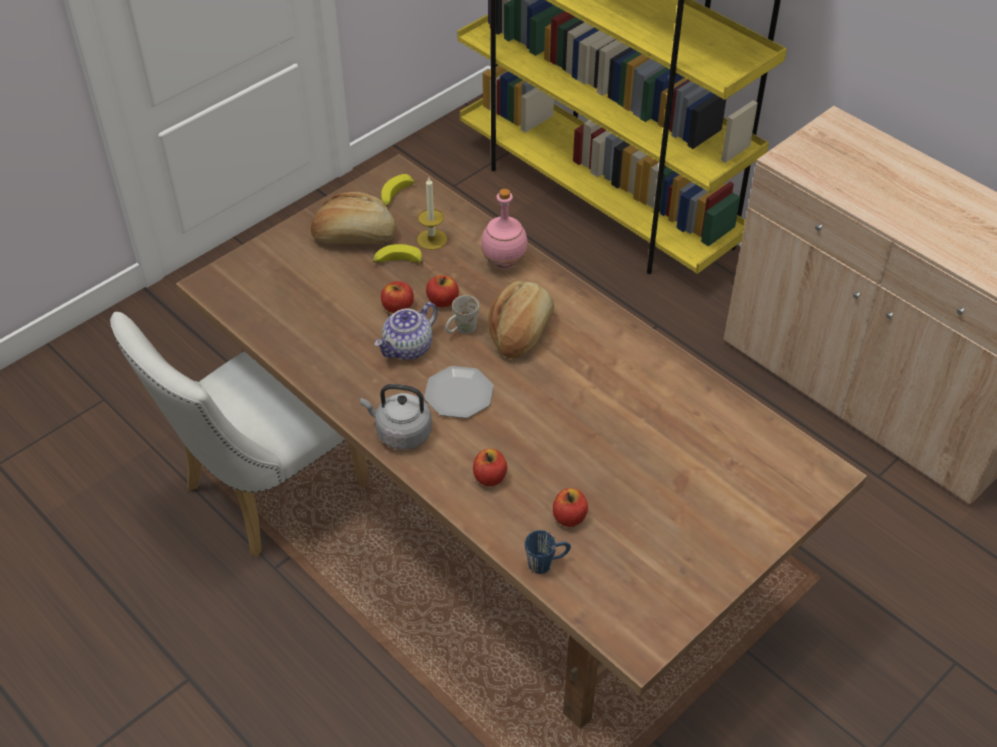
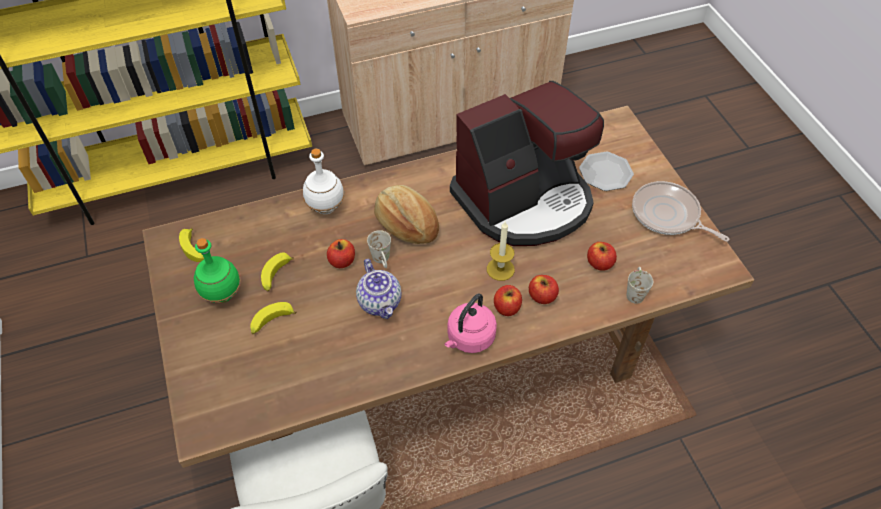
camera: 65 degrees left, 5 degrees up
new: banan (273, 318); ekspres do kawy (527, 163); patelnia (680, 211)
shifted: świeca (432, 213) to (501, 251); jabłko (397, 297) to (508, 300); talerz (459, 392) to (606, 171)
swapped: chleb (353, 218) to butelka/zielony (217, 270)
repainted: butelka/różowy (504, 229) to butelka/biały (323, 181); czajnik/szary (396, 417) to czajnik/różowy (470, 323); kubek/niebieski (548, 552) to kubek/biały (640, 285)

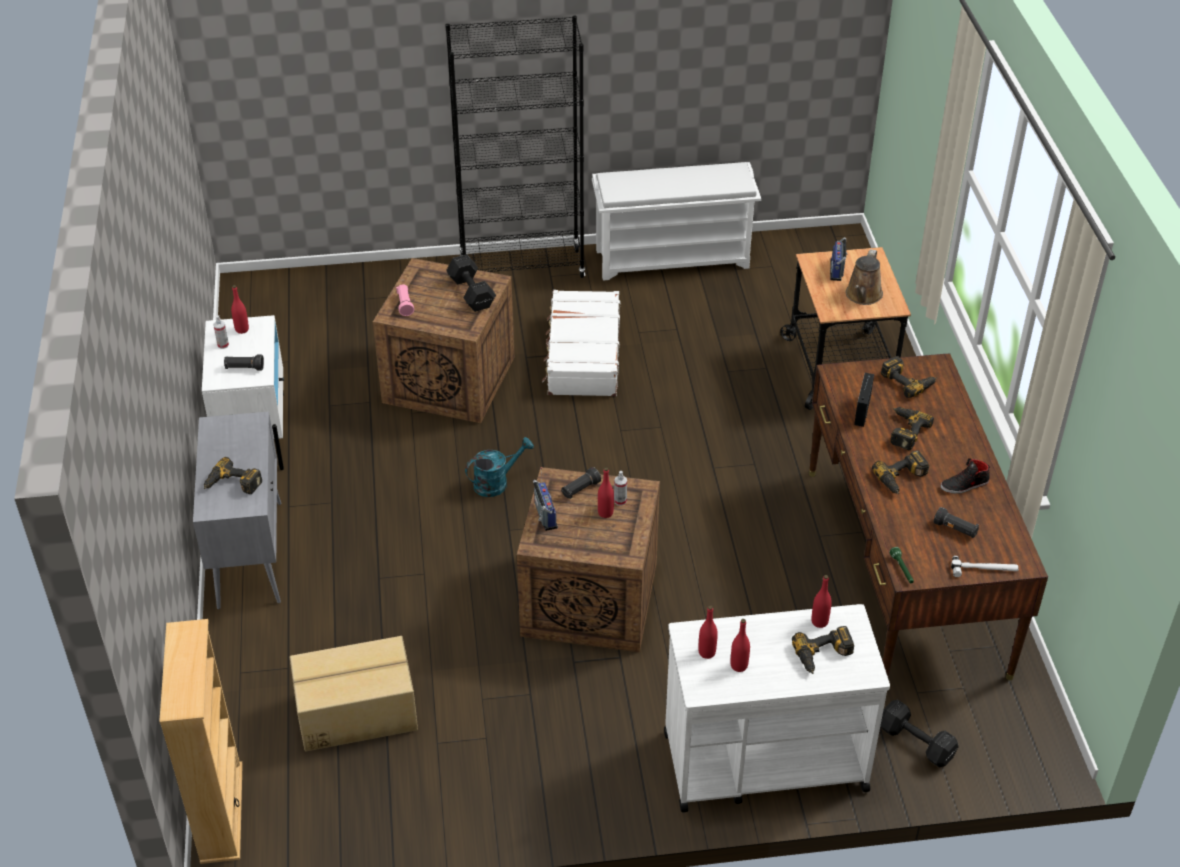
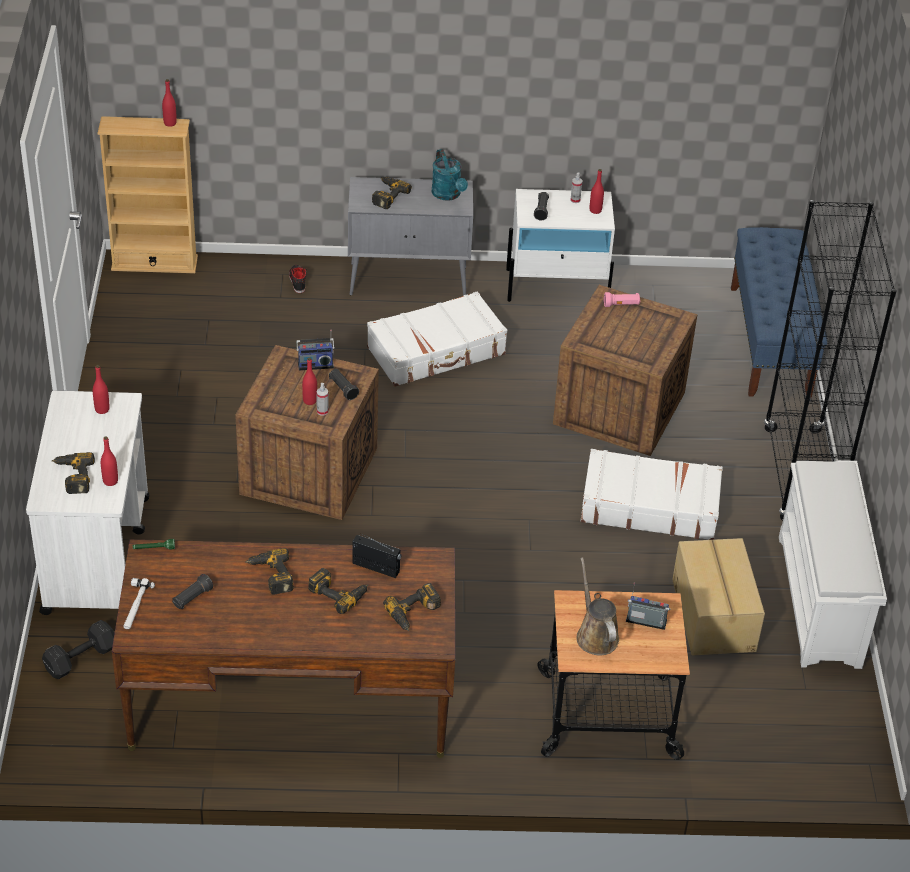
camera: 95 degrees right, 0 degrees up
gone: hantel/czarny (471, 283)
new: walizka/biały (437, 339); ławka/niebieski (779, 312)
shifted: butelka/czerwony (740, 645) to (169, 103); but/czarny (965, 476) to (298, 279); konewka/turkusowy (499, 467) to (450, 175); karton (354, 693) to (718, 597)
rotated: konewka/brązowy (864, 277) = (598, 606) 45 degrees clockwise

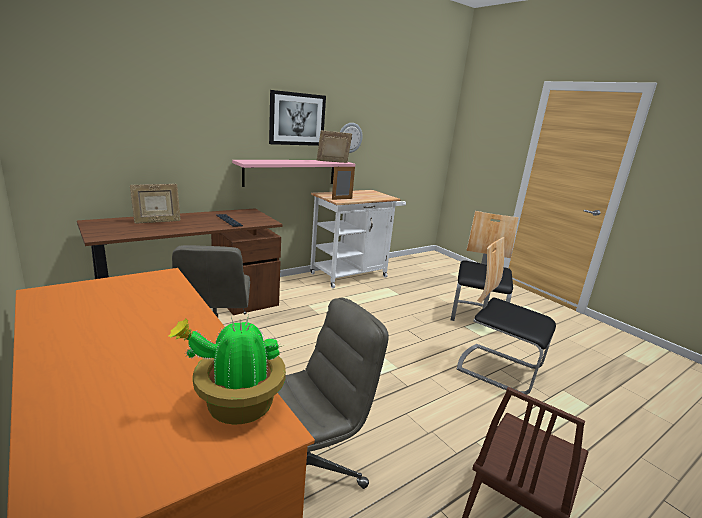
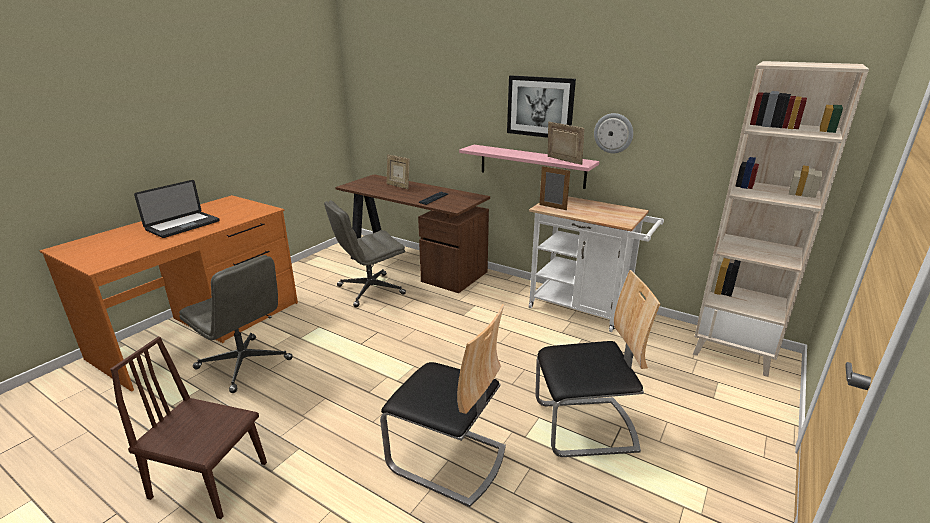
camera: 70 degrees right, 5 degrees up
gone: roślina doniczkowa (227, 370)
new: laptop (177, 209); regał/beżowy (781, 219)
rotated: krzesło (506, 316) = (443, 405) 105 degrees clockwise

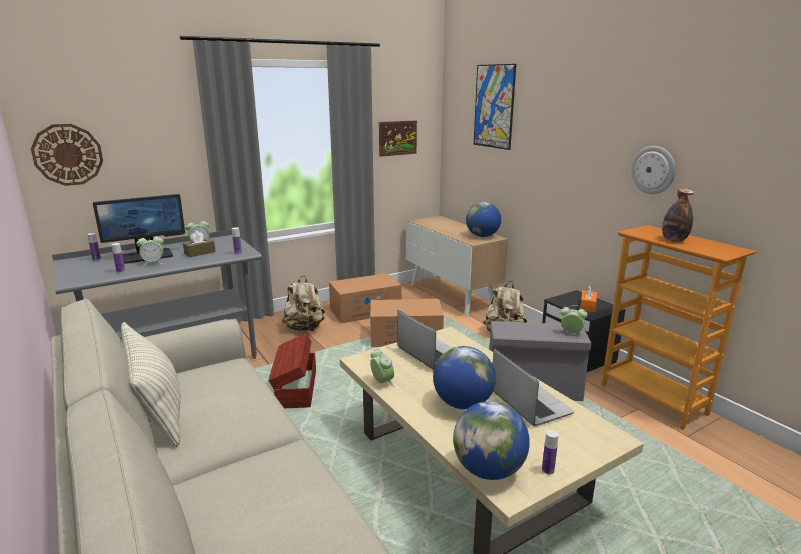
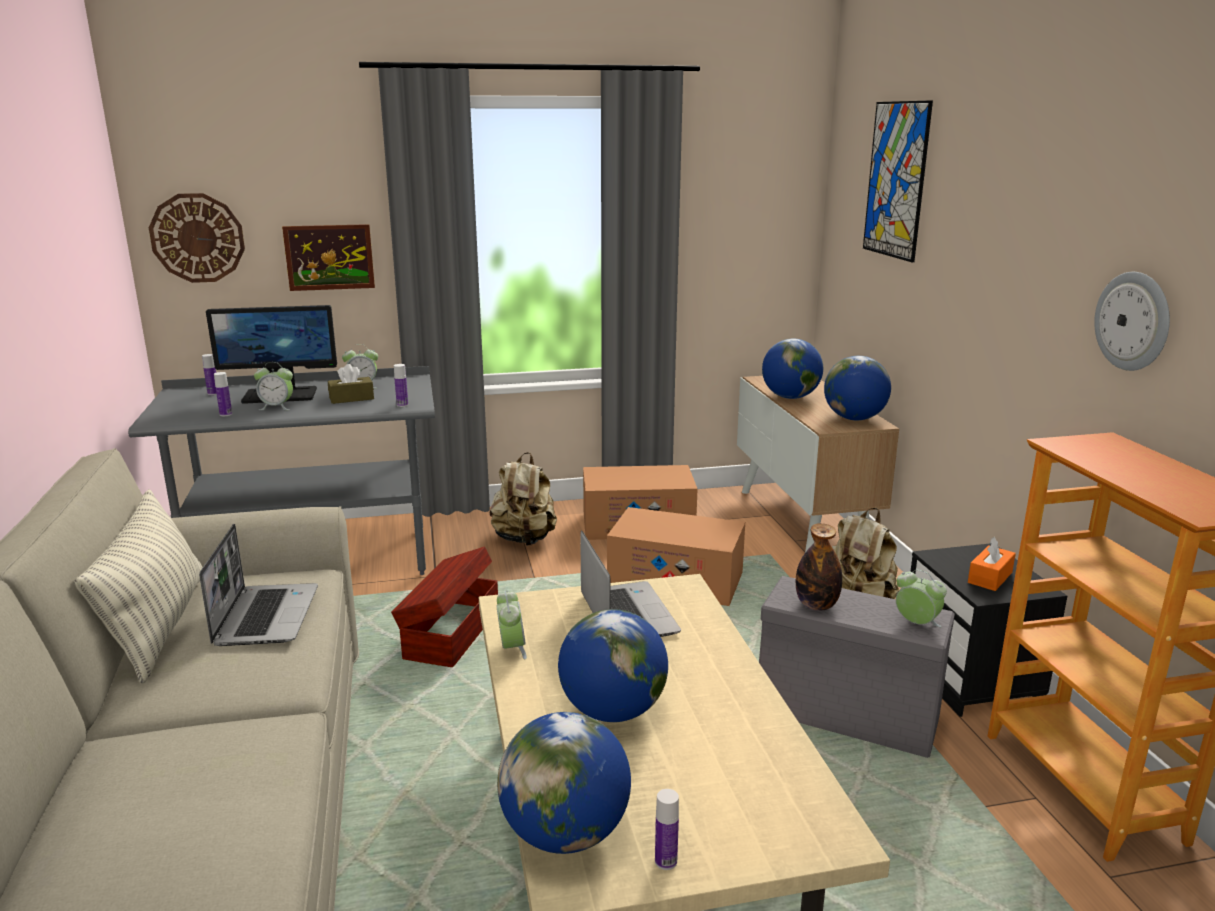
camera: 20 degrees right, 0 degrees up
new: globus (792, 369)
shifted: laptop (533, 387) to (258, 585); obraz (398, 138) to (328, 257); butelka (678, 215) to (819, 567)

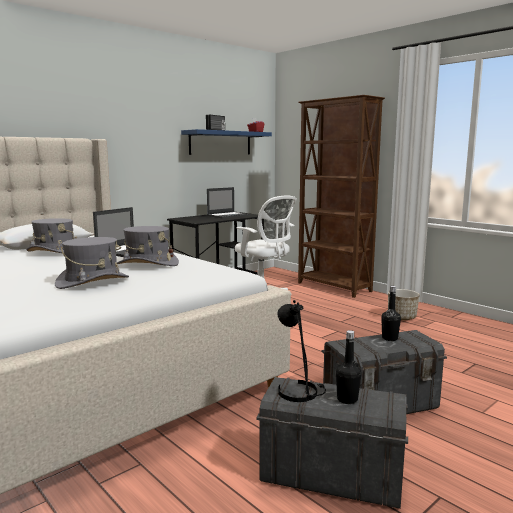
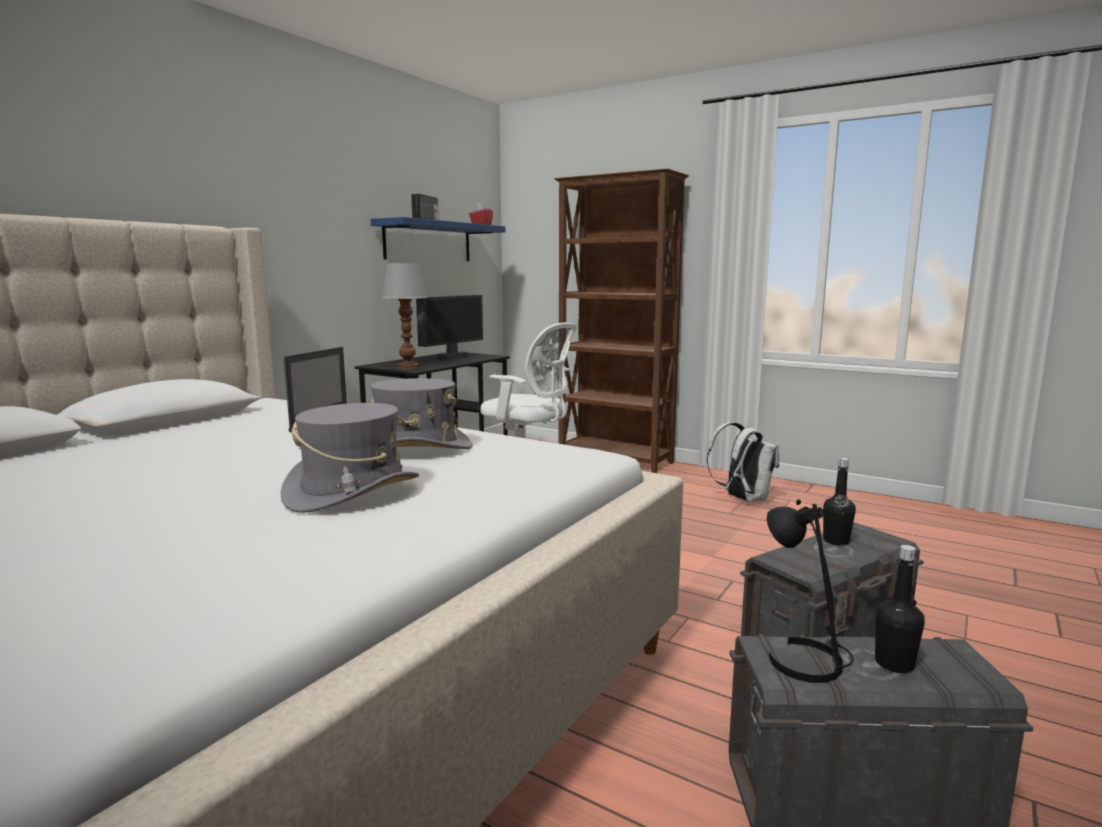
camera: 15 degrees left, 0 degrees up
gone: kapelusz/szary (51, 235)
new: lampa stołowa (405, 316)
swapped: laptop (228, 203) to monitor (449, 327); donica (404, 304) to plecak/biały (743, 462)

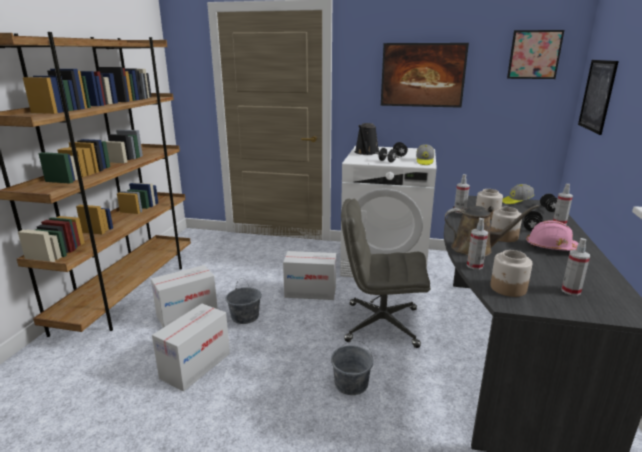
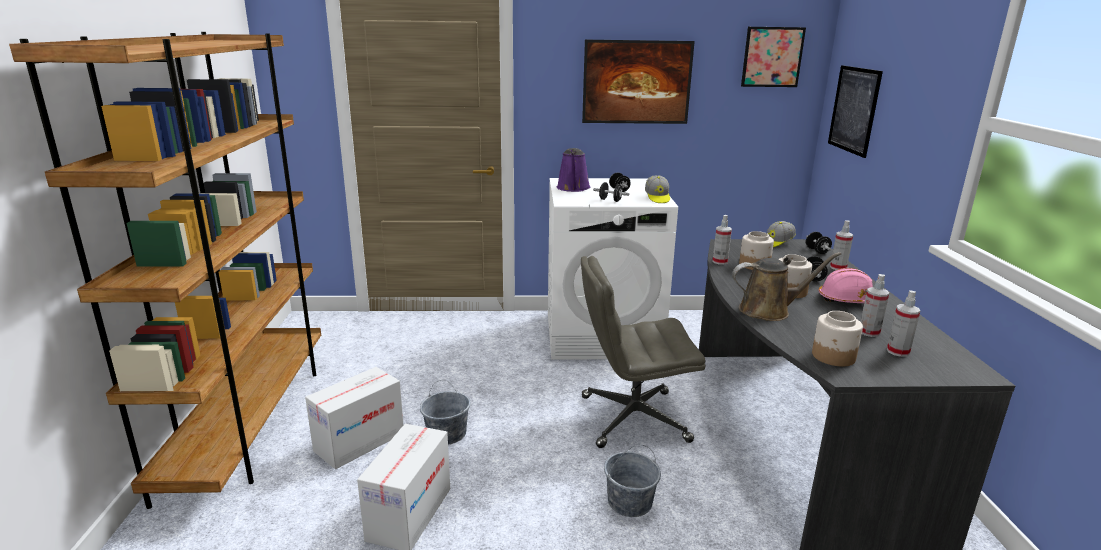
camera: 15 degrees left, 0 degrees up
gone: karton (309, 275)
shifted: spryskiwacz (477, 244) to (875, 305)
repainted: konewka/czarny (367, 139) to konewka/fioletowy (573, 170)

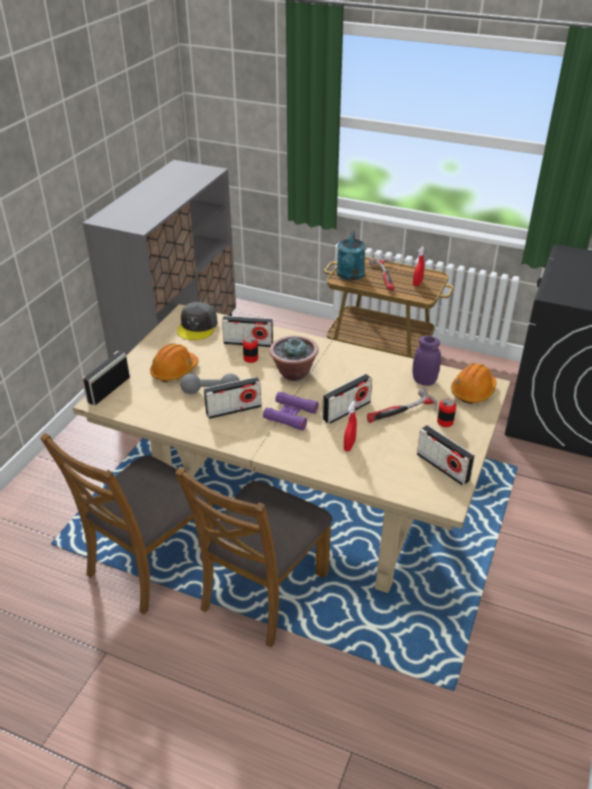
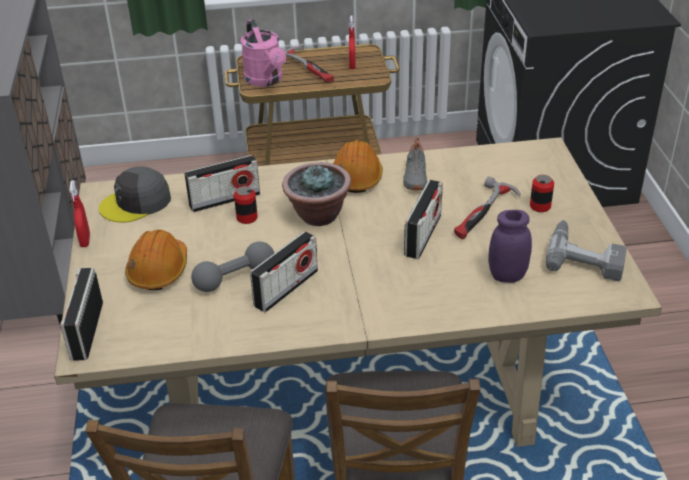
camera: 30 degrees left, 0 degrees up
gone: lornetka/fioletowy (291, 411)
new: but/szary (415, 164)
shifted: spryskiwacz/czerwony (350, 426) to (79, 213); kask/pomarańczowy (474, 383) to (358, 166); słoik/fioletowy (426, 361) to (510, 246)
swapped: radio (446, 455) to wiertarka (586, 250)
repainted: konewka/turkusowy (351, 256) to konewka/różowy (263, 53)
rotated: czapka z daszkiem/szary (197, 321) = (135, 194) 75 degrees clockwise

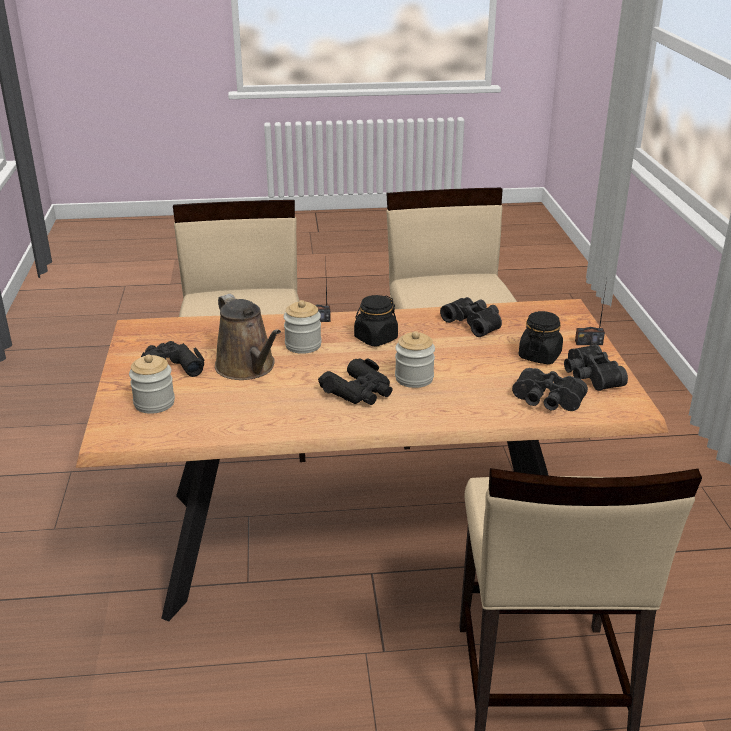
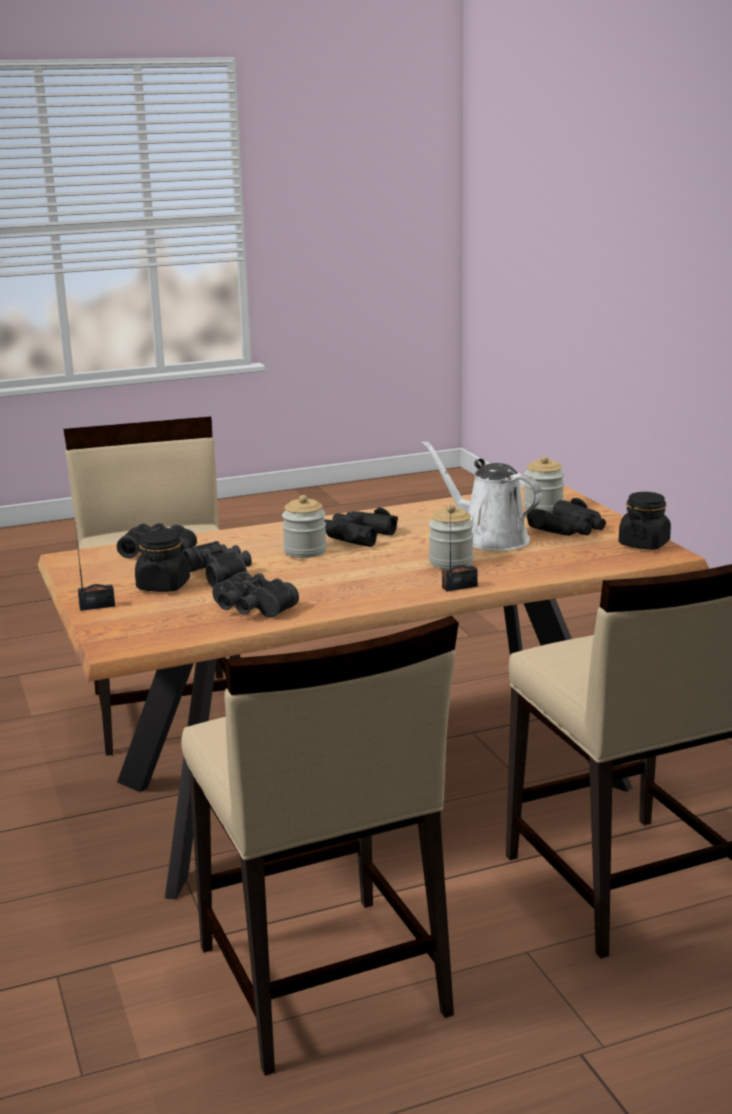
camera: 165 degrees right, 10 degrees down
shifted: lornetka/czarny (596, 368) to (217, 564); słoik/czarny (376, 320) to (645, 521)
repainted: konewka/brązowy (248, 337) to konewka/biały (482, 495)

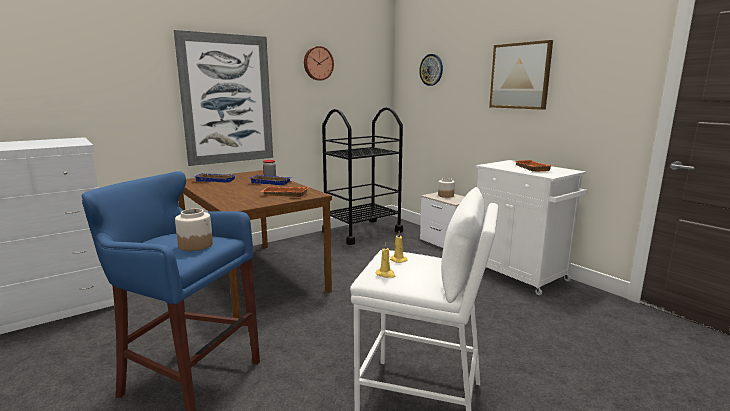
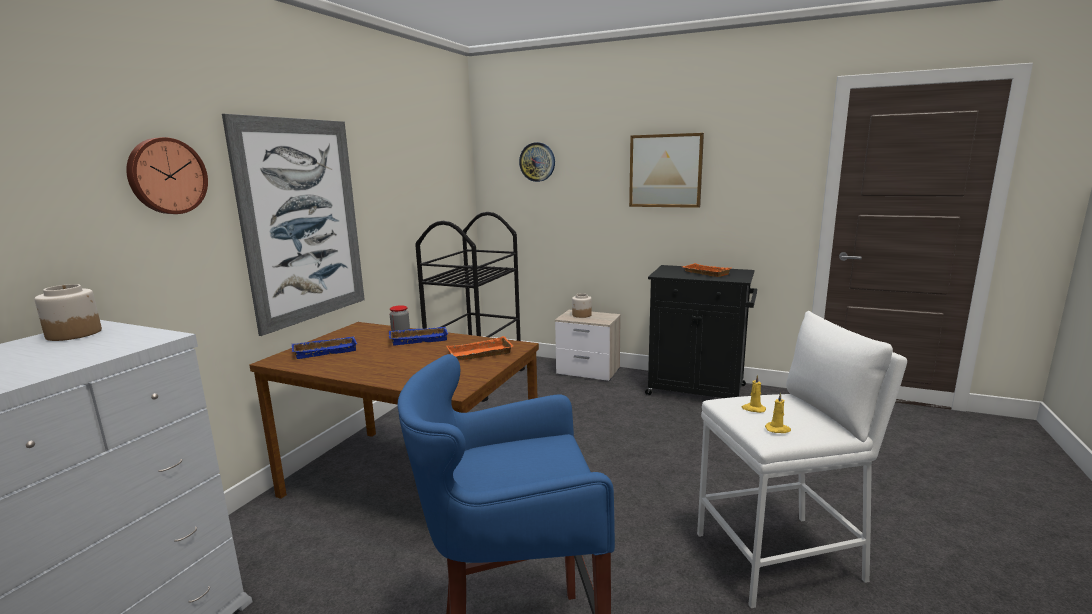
camera: 30 degrees left, 0 degrees up
shifted: słoik (194, 230) to (68, 312); zegar ścienny (319, 63) to (167, 175)
repainted: szafka/biały (531, 227) to szafka/czarny (701, 331)

